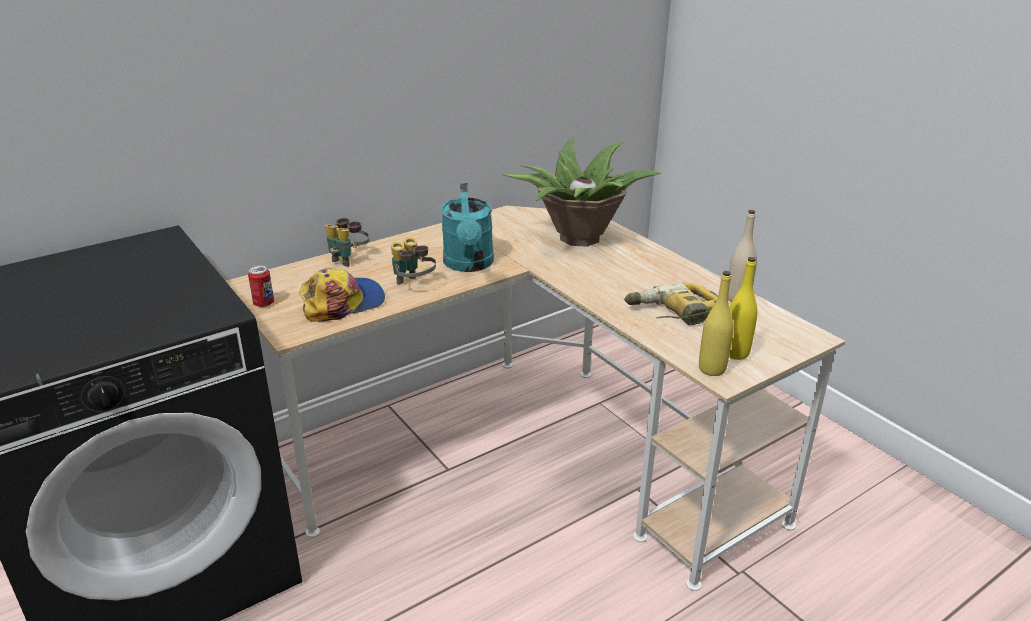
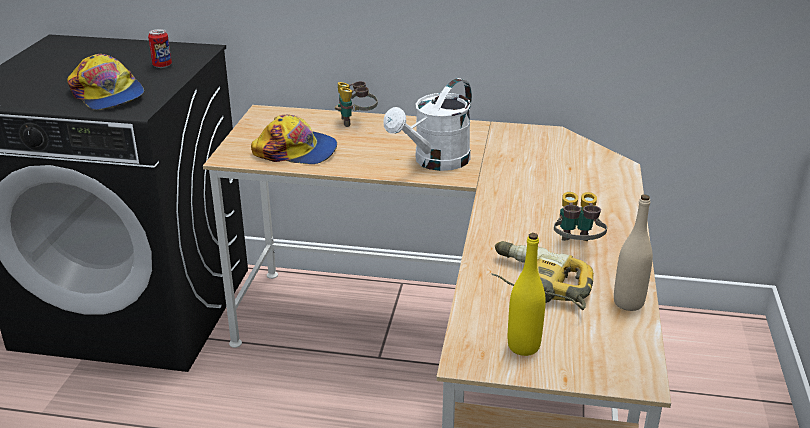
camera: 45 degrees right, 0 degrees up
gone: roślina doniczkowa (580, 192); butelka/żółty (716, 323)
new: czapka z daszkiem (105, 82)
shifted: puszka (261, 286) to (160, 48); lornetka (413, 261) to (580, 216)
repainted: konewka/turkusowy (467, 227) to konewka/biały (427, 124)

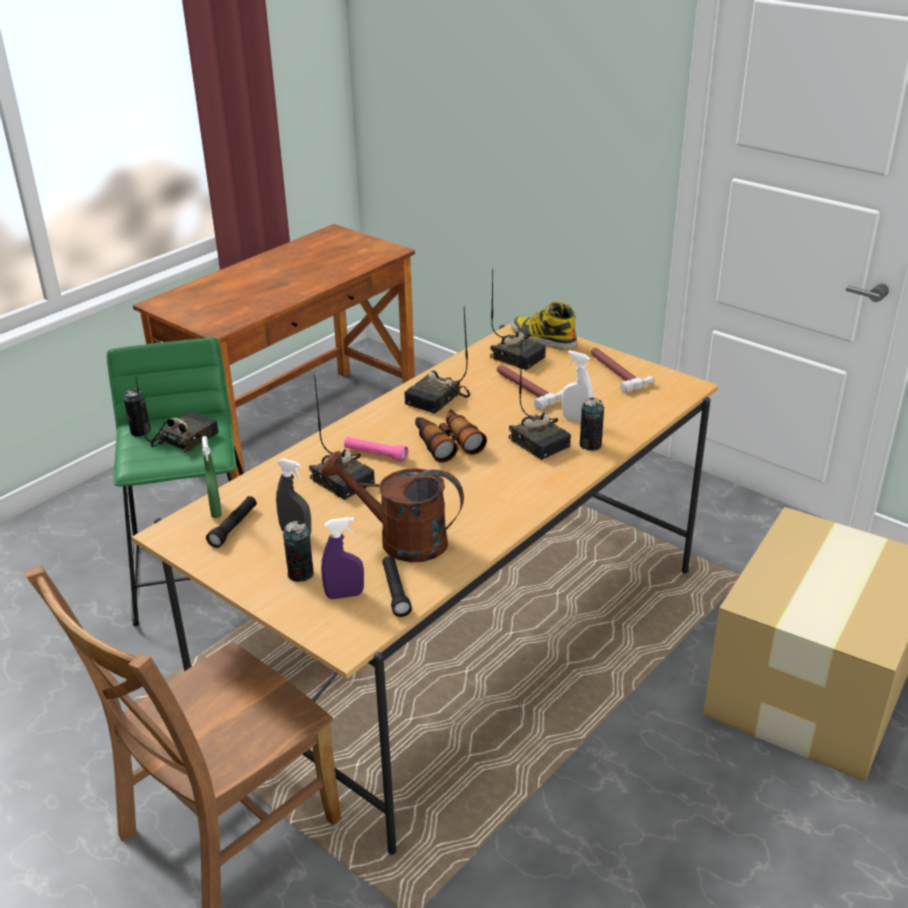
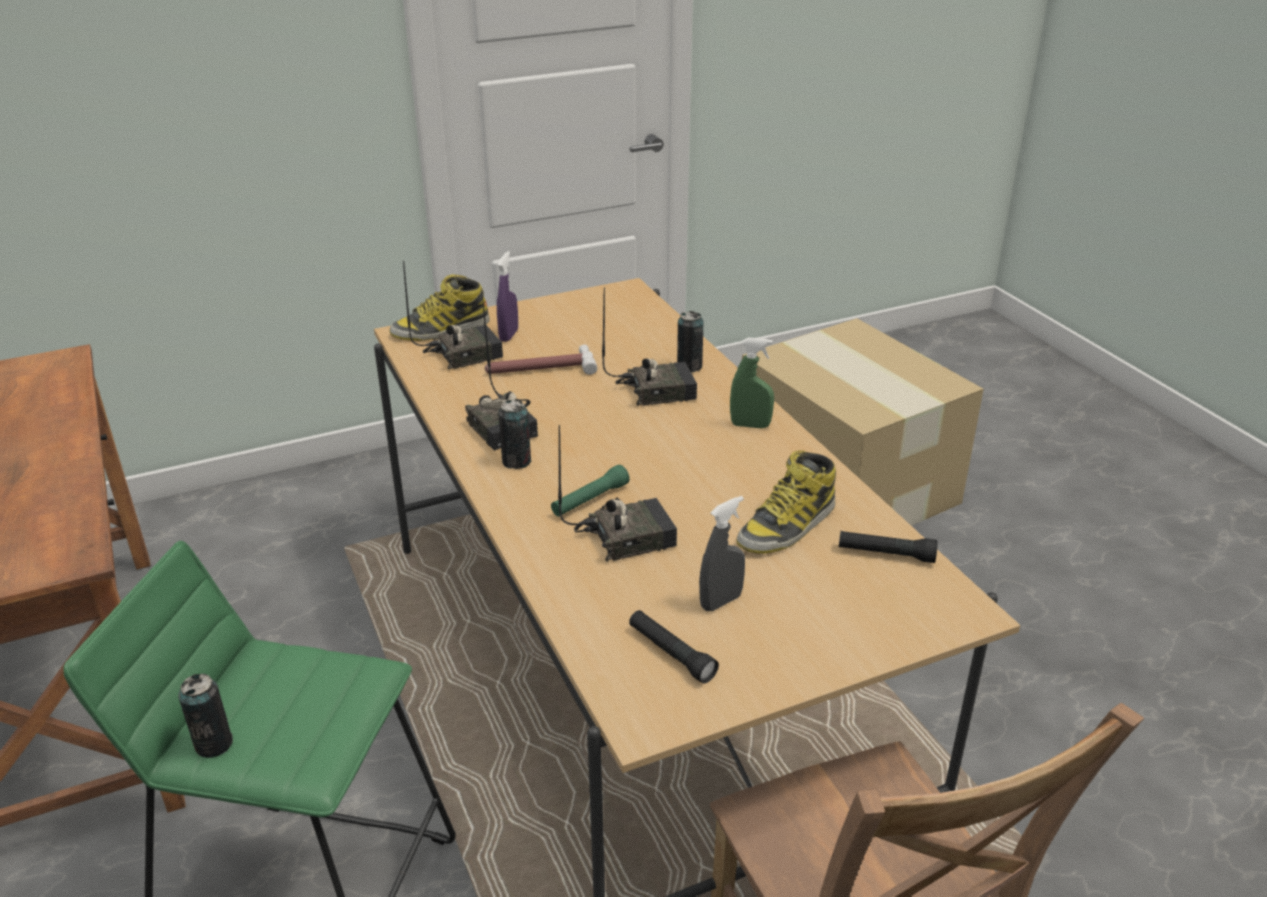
camera: 65 degrees left, 0 degrees up
gone: radio (176, 414); lornetka (451, 436); spryskiwacz/biały (577, 386); młotek (623, 370)
shifted: spryskiwacz/fioletowy (342, 558) to (507, 296); puszka (298, 551) to (514, 434); spryskiwacz/zielony (212, 477) to (752, 383)
swapped: konewka/brązowy (392, 507) to but z cholewką (786, 502)
repainted: latarka/różowy (376, 449) to latarka/zielony (590, 491)

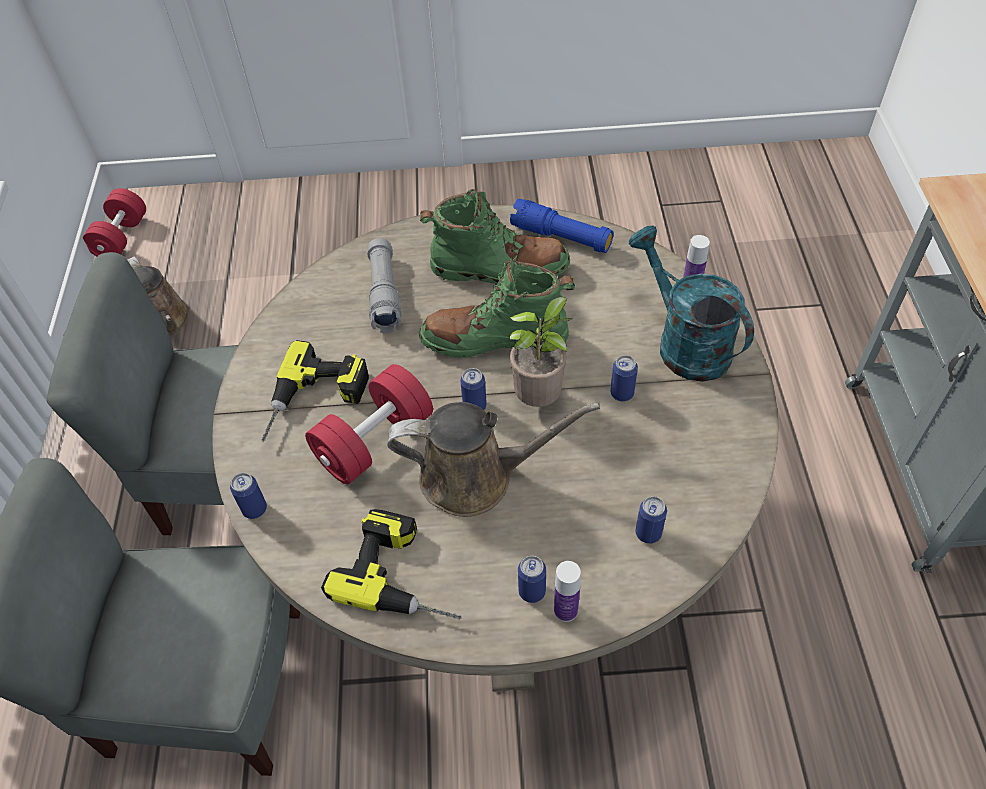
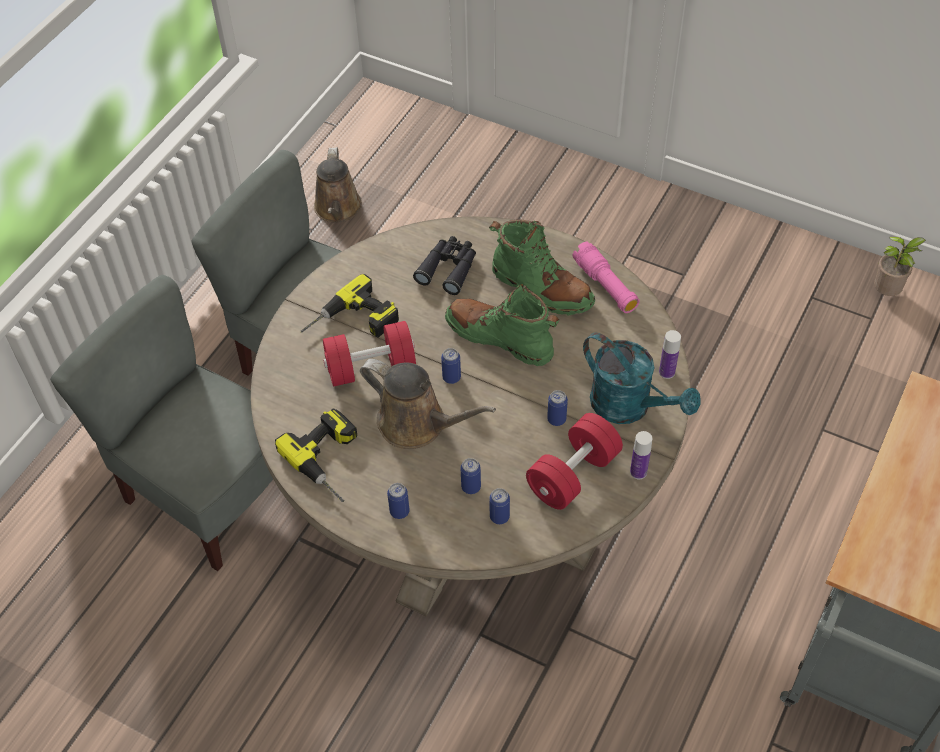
camera: 30 degrees right, 0 degrees up
shifted: puszka (248, 496) to (471, 476); hantel/czerwony (114, 222) to (574, 461); butelka (567, 591) to (641, 455); roślina doniczkowa (541, 351) to (900, 266)
swapped: latarka/szary (384, 285) to lornetka/czarny (444, 265)
repainted: latarka/niebieski (562, 226) to latarka/różowy (606, 277)
rotated: konewka/turkusowy (691, 304) = (642, 378) 135 degrees clockwise

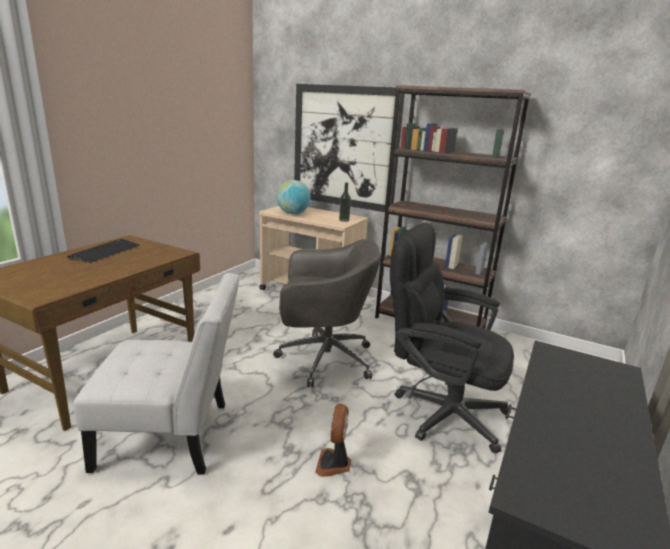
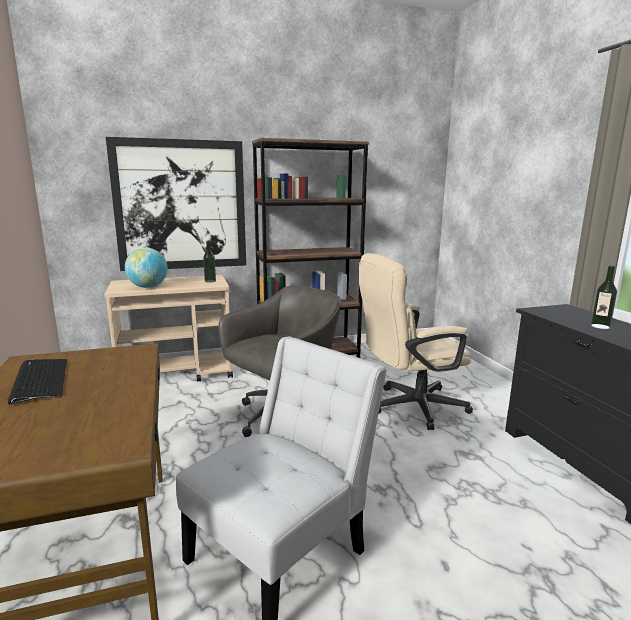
camera: 45 degrees left, 5 degrees down
gone: wentylator (333, 440)
new: butelka (604, 297)
repainted: krzesło biurowe/czarny (452, 337) to krzesło biurowe/beżowy (416, 341)

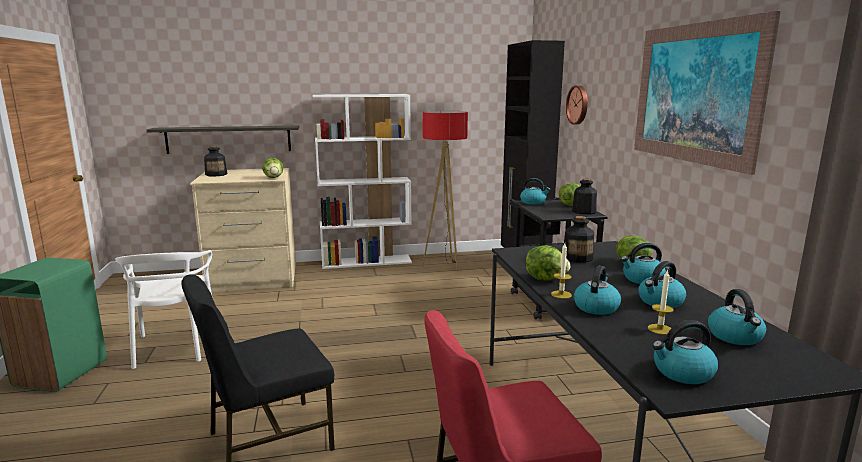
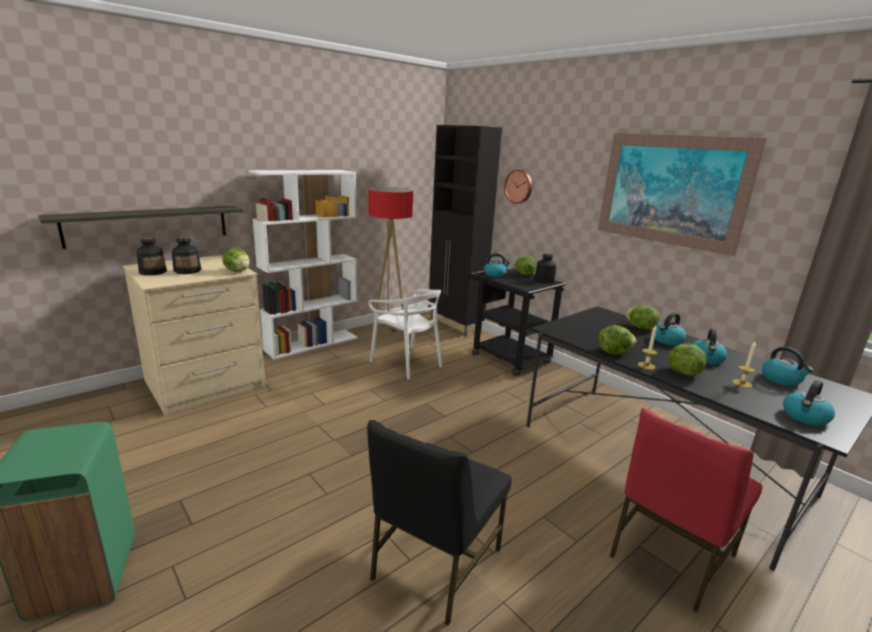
camera: 30 degrees left, 5 degrees up
shifted: butelka (578, 239) to (186, 255); krzesło/biały (163, 309) to (405, 334)
swapped: czajnik (597, 290) to sałata (688, 360)

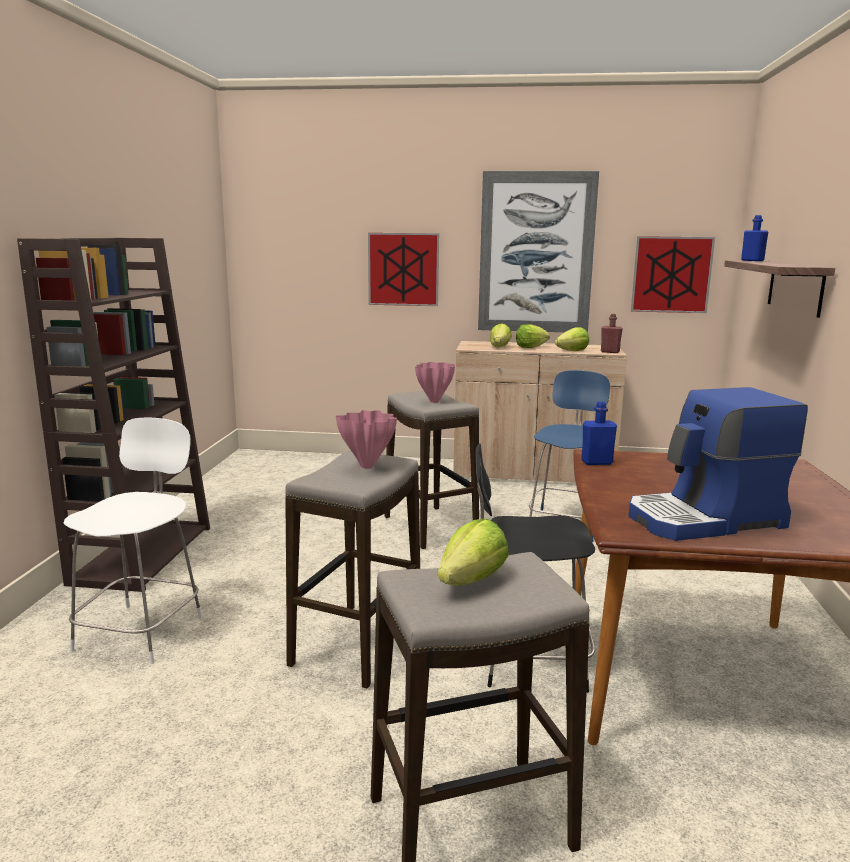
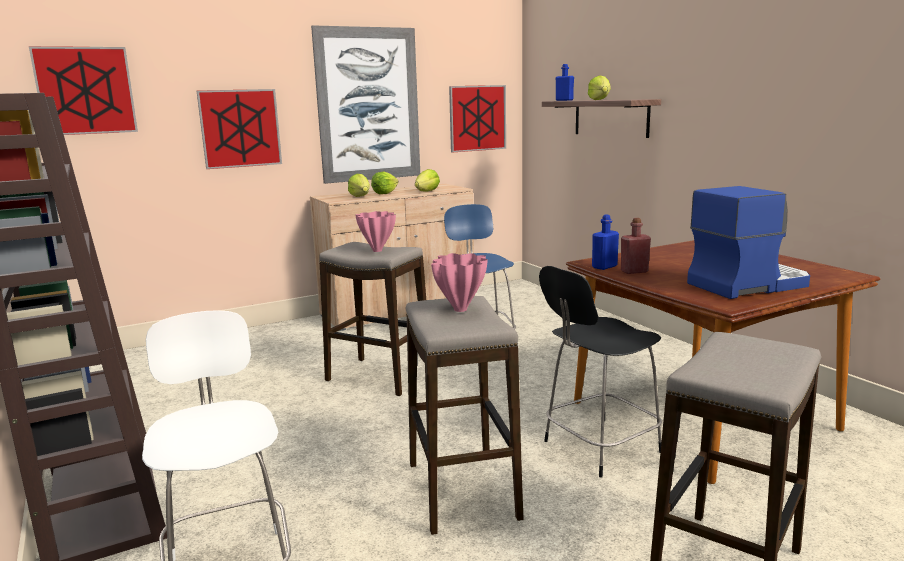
camera: 35 degrees left, 0 degrees up
new: obraz (83, 90)
shifted: sałata (473, 552) to (599, 87); butelka/czerwony (612, 333) to (636, 246)
rotated: ekspres do kawy (718, 464) = (748, 242) 150 degrees counterclockwise

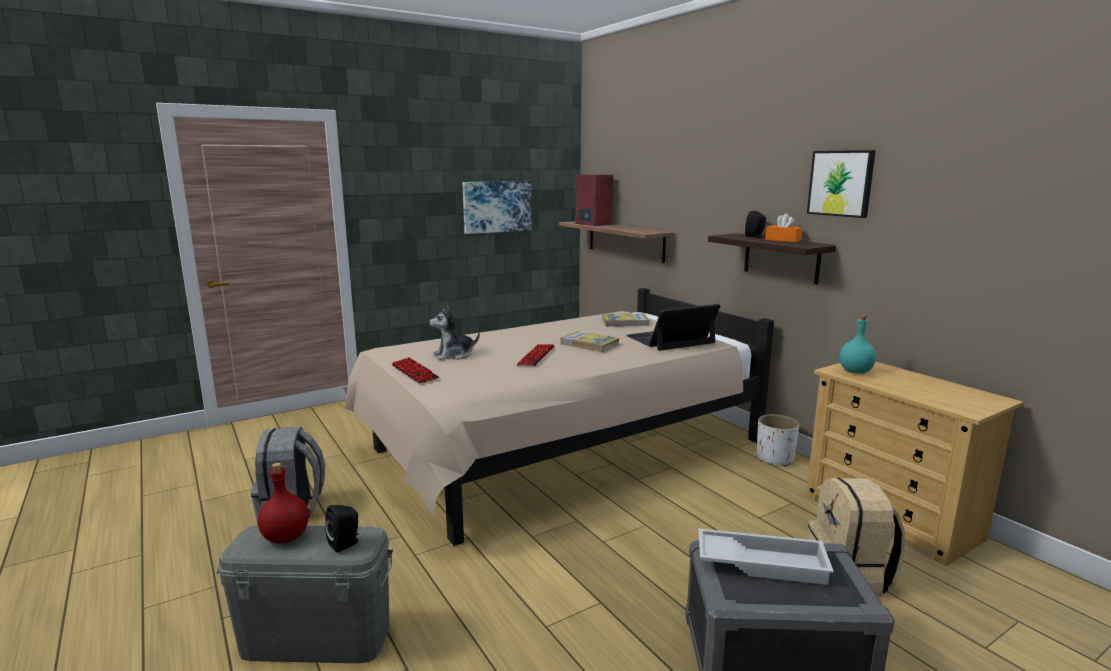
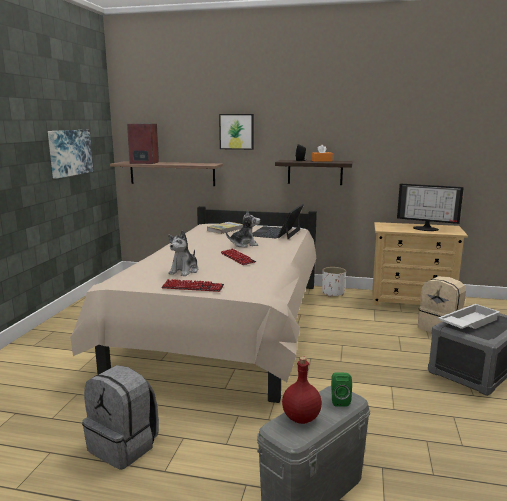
camera: 45 degrees left, 0 degrees up
gone: butelka/turkusowy (858, 344)
new: monitor (430, 207)
shifted: obraz (841, 184) to (236, 132)
swapped: książka (590, 341) to pluszak (243, 228)
repainted: głośnik/czarny (342, 528) to głośnik/zielony (341, 389)

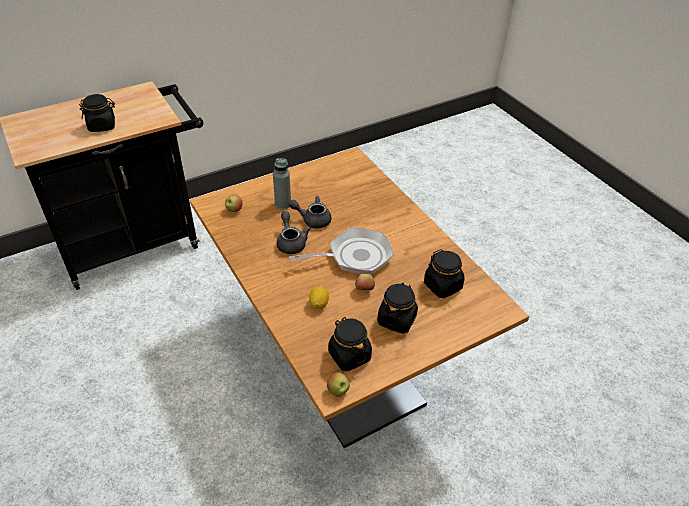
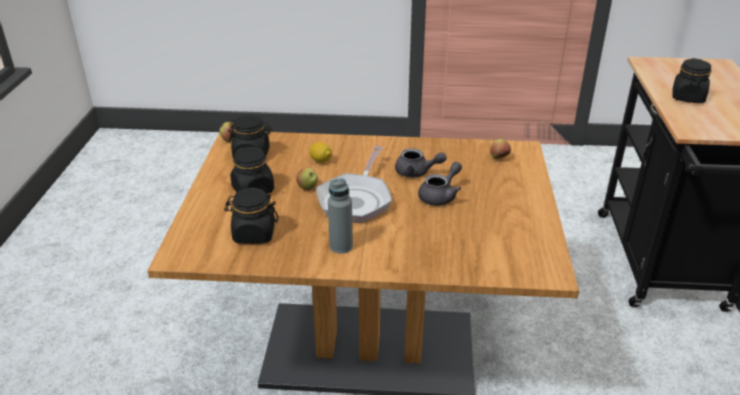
camera: 125 degrees right, 10 degrees down
shifted: butelka/szary (282, 184) to (340, 215)

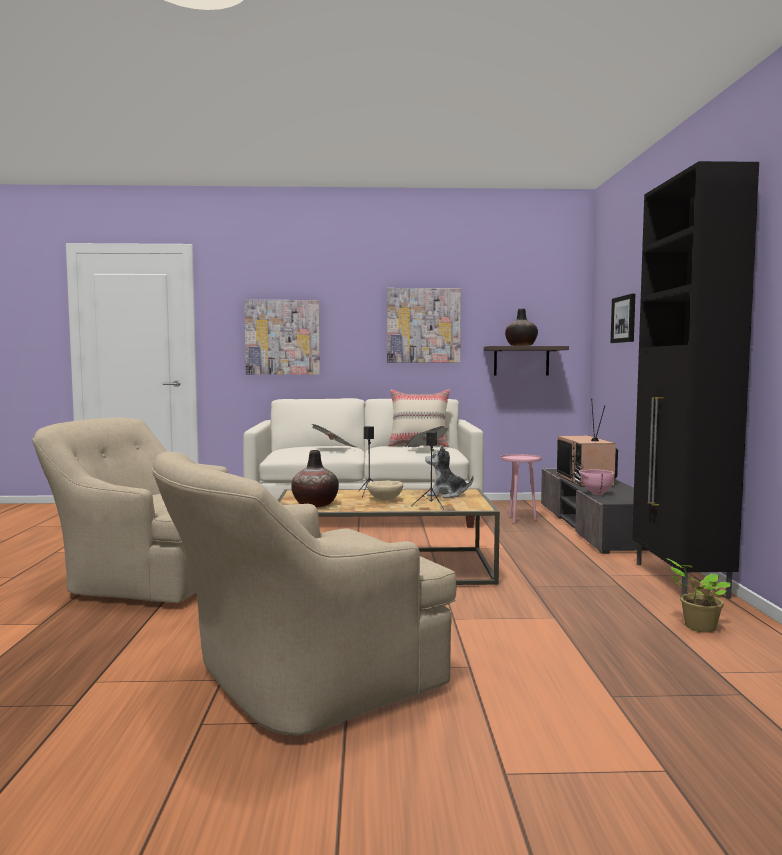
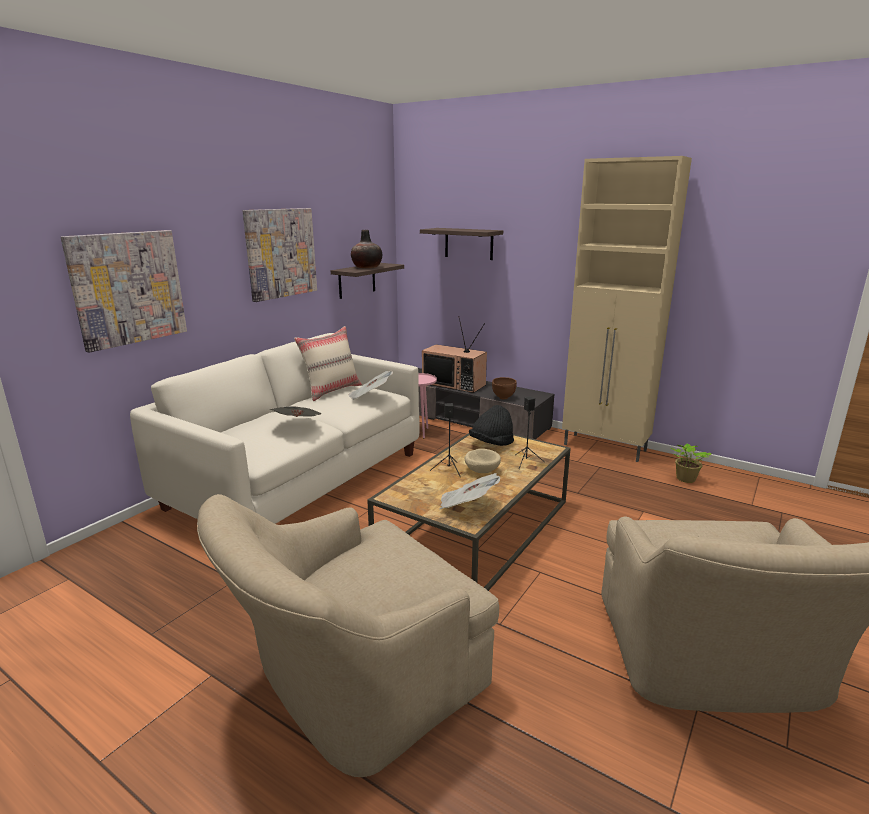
camera: 55 degrees left, 15 degrees up
swapped: obraz (623, 318) to półka (461, 244); wazon (315, 478) to gazeta (469, 491); pluszak (449, 471) to kapelusz/czarny (491, 425)
repainted: miska/różowy (596, 482) to miska/brązowy (504, 388); szafka/czarny (695, 380) to szafka/beżowy (627, 309)

